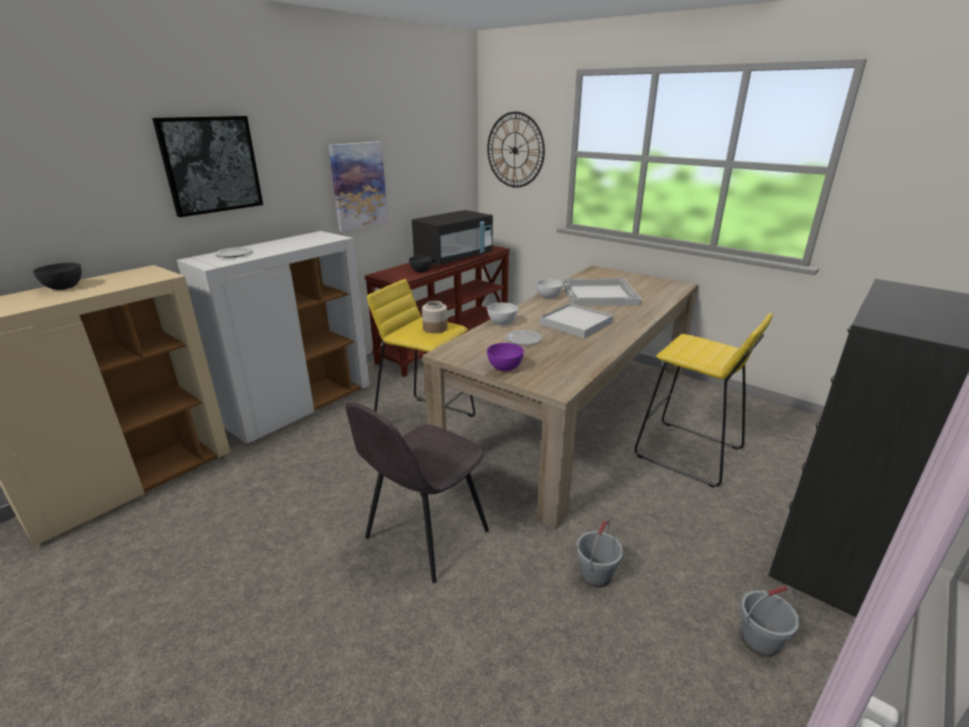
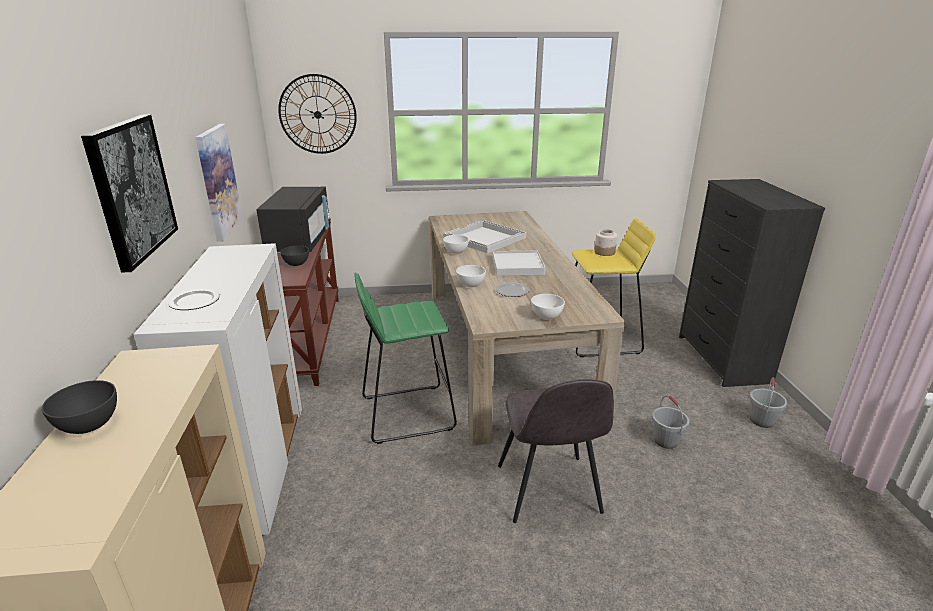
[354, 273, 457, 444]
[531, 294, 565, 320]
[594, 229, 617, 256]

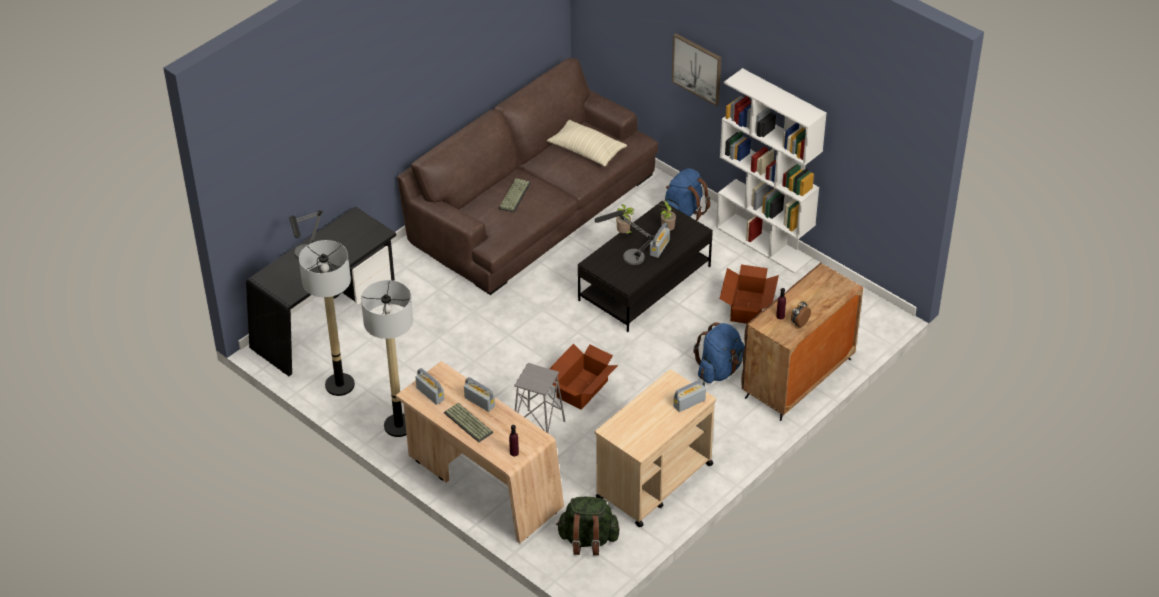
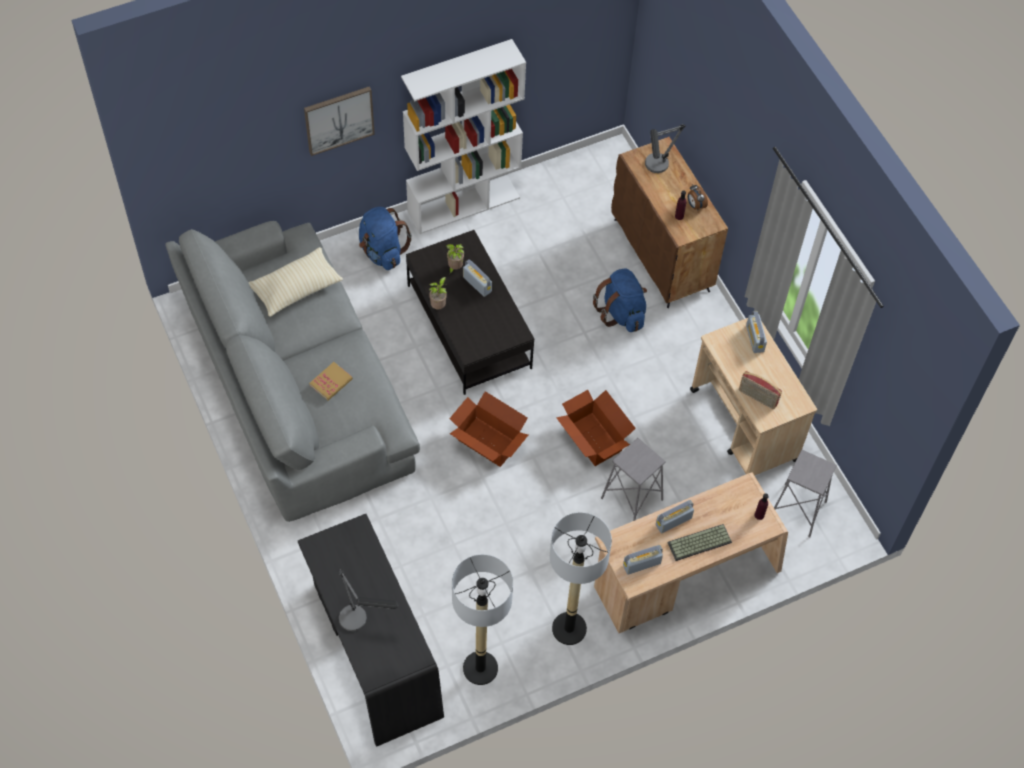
[165, 221, 420, 522]
[309, 362, 353, 401]
[449, 391, 528, 467]
[645, 124, 686, 173]
[739, 371, 782, 409]
[774, 450, 837, 538]

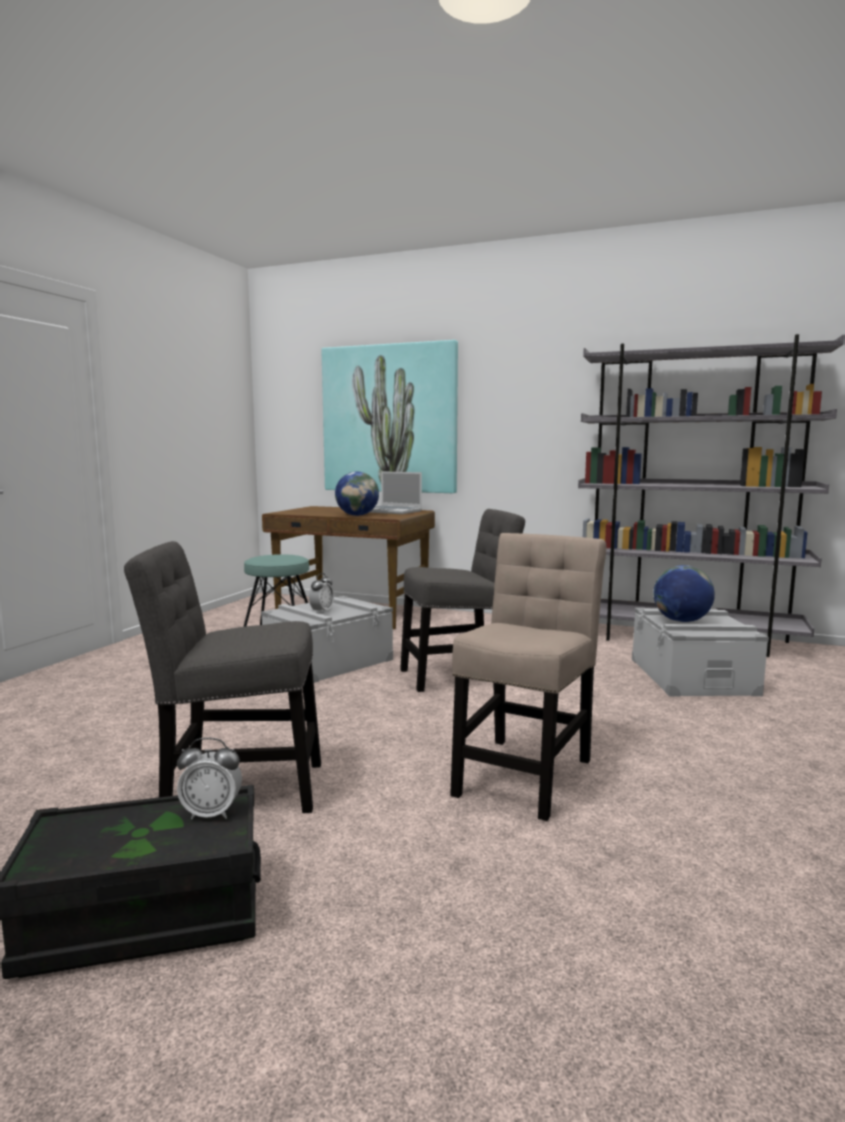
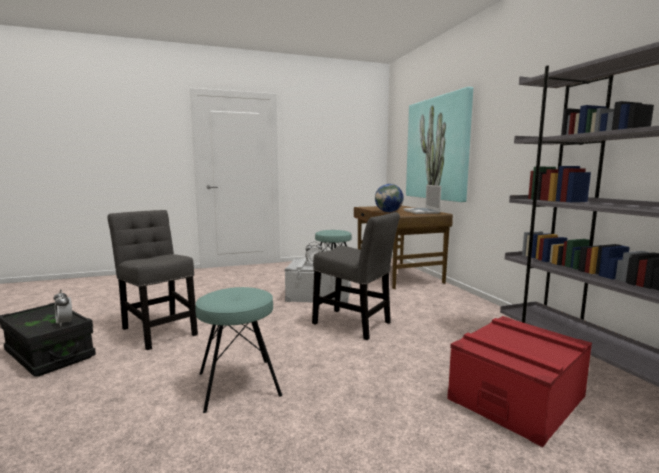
[196, 287, 282, 413]
[447, 316, 592, 447]
[653, 565, 715, 622] (first image)

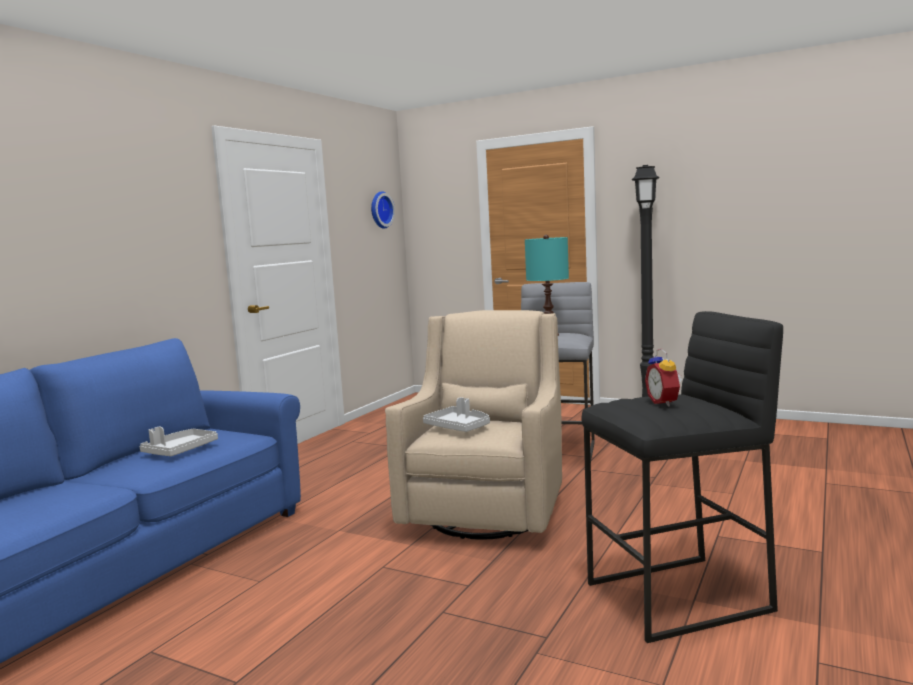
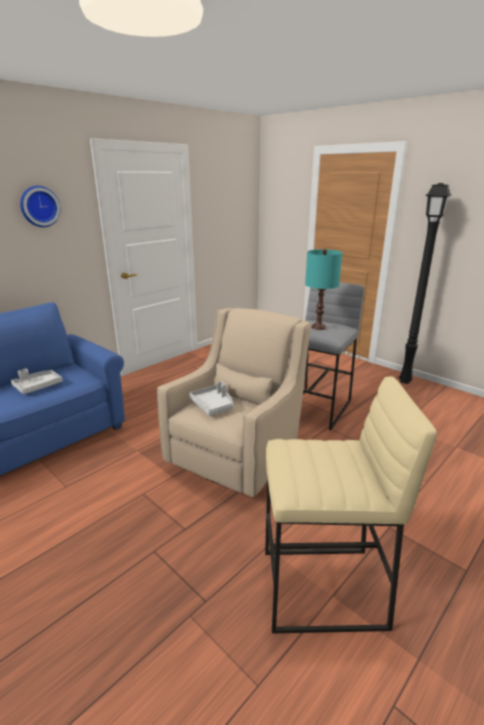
[20, 186, 60, 227]
[265, 377, 437, 633]
[645, 348, 682, 406] (first image)

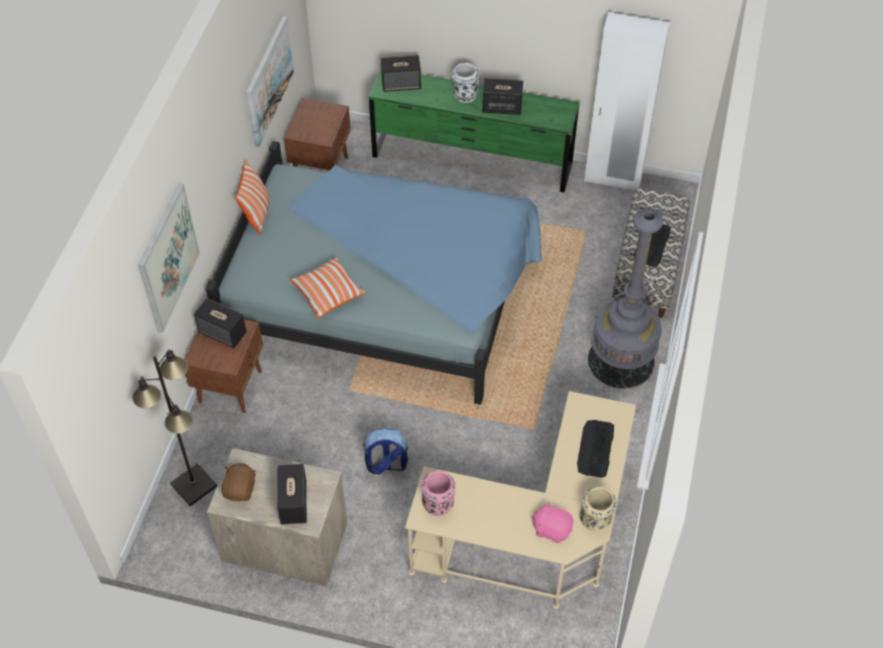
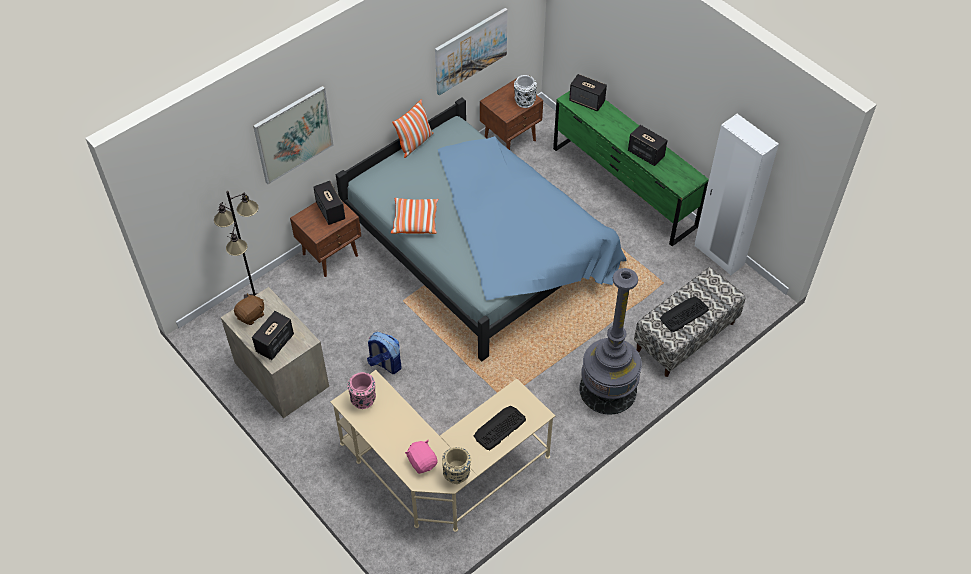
[514, 75, 537, 108]

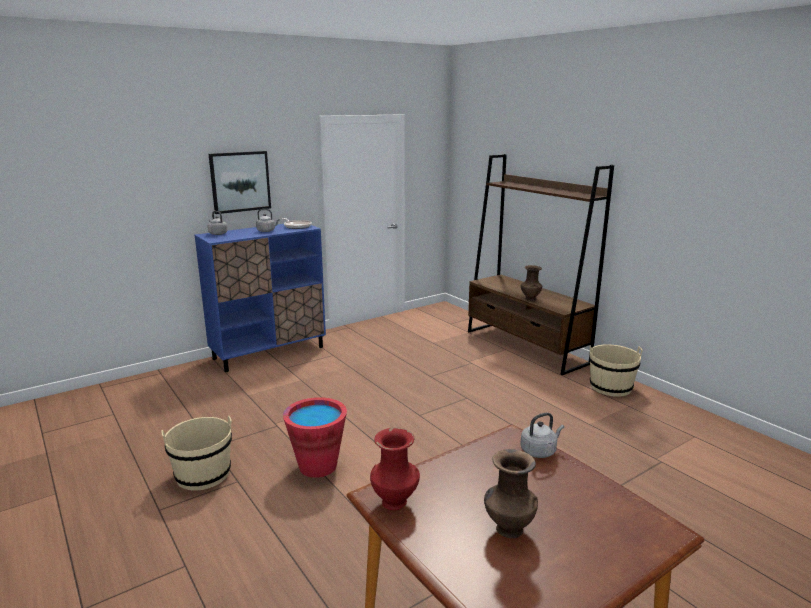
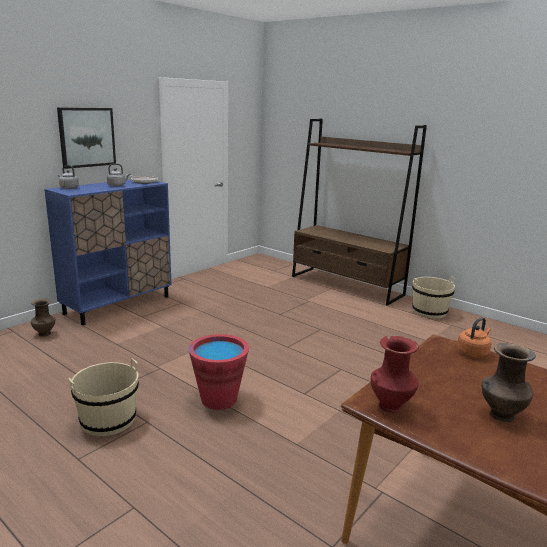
[31, 298, 55, 337]
[457, 317, 491, 357]

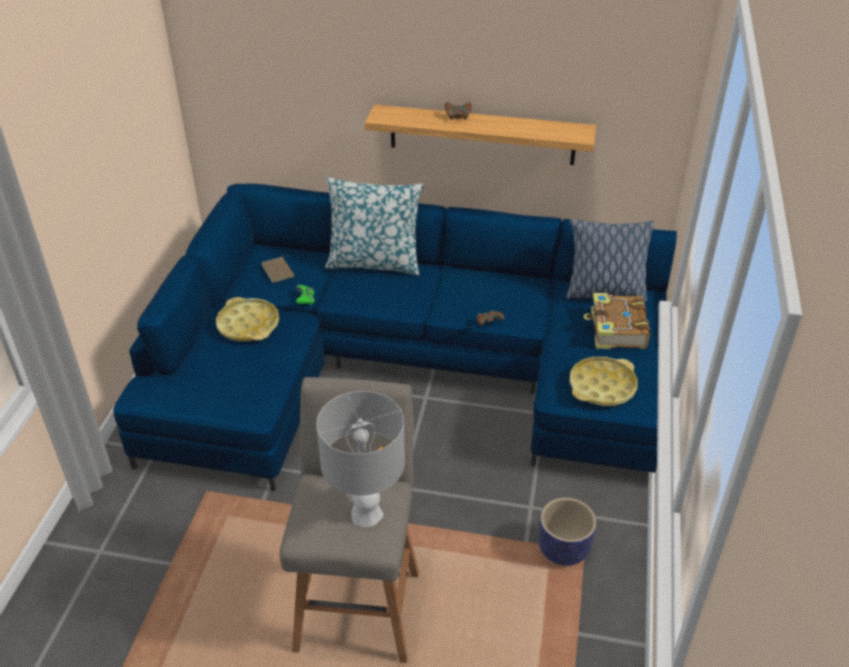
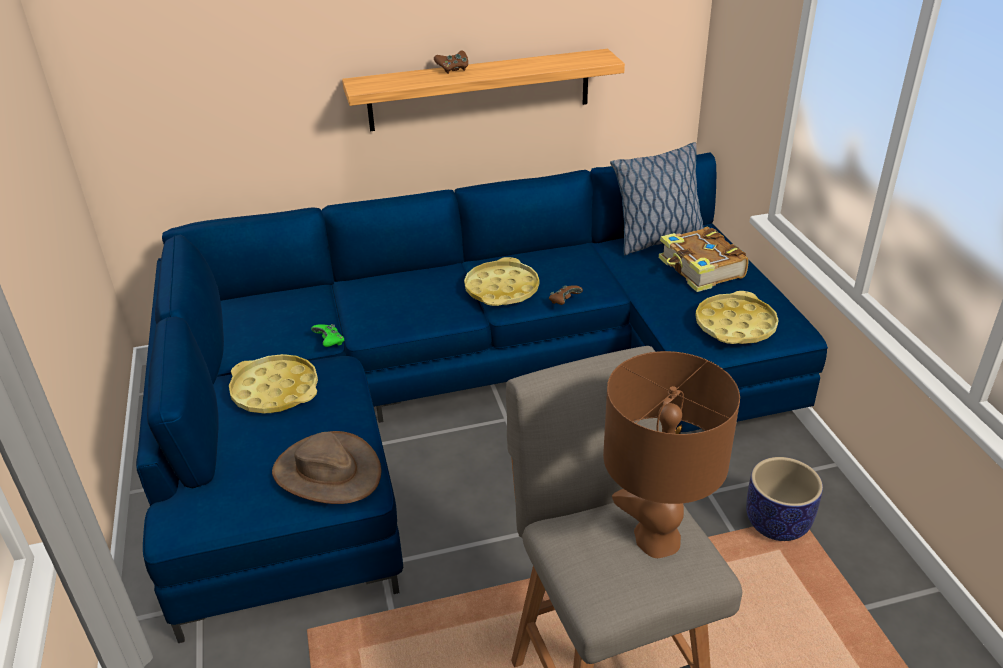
[272, 431, 382, 504]
[464, 257, 539, 306]
[603, 351, 740, 558]
[262, 255, 294, 283] (first image)
[325, 177, 424, 276] (first image)

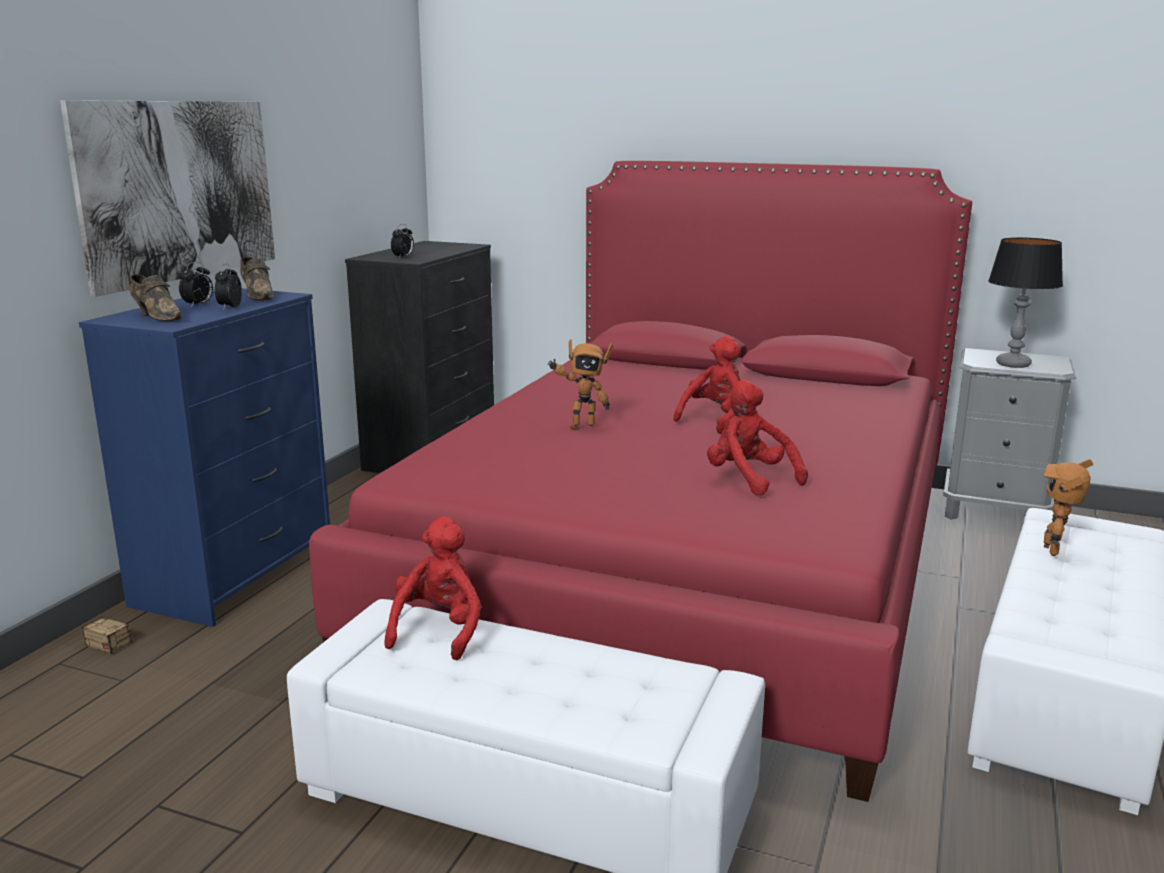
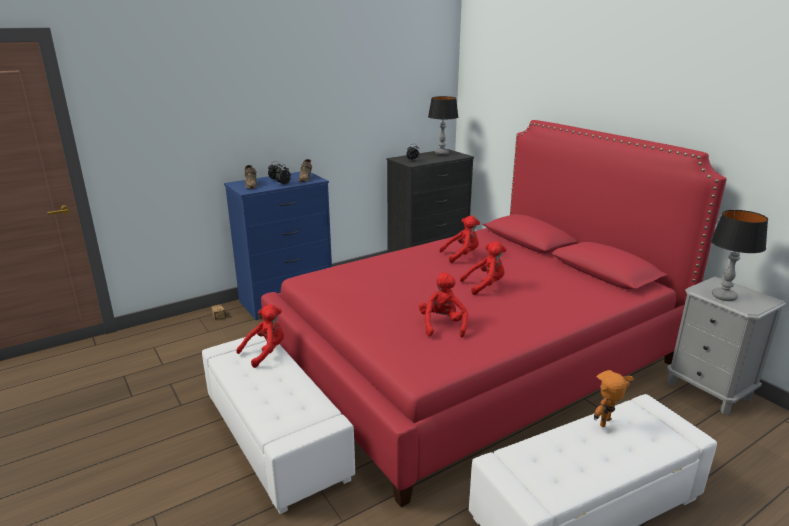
[428, 96, 458, 155]
[440, 216, 480, 263]
[60, 100, 275, 297] (first image)
[547, 339, 613, 429] (first image)

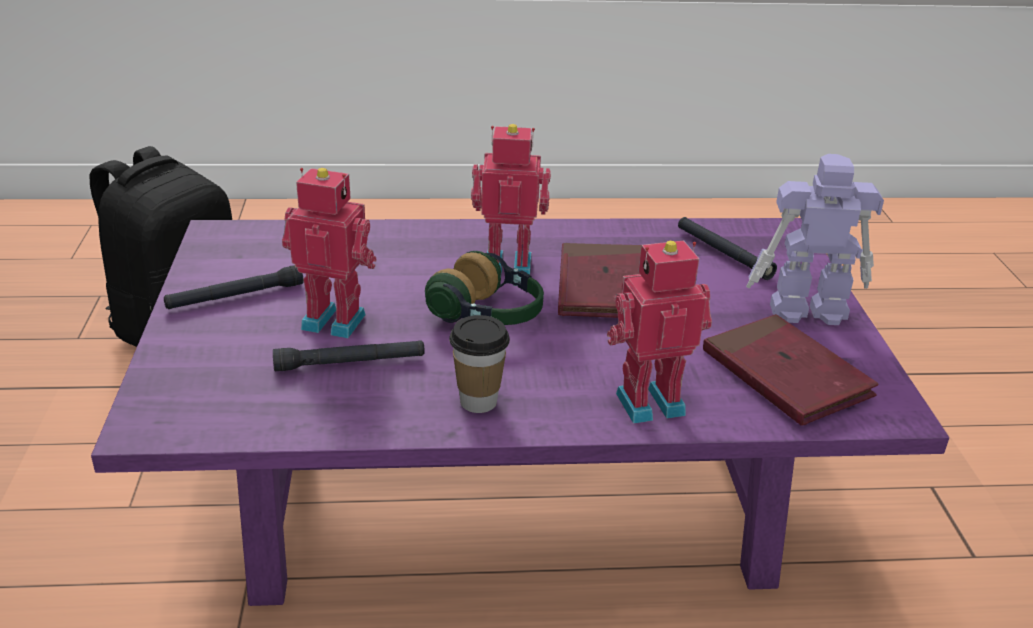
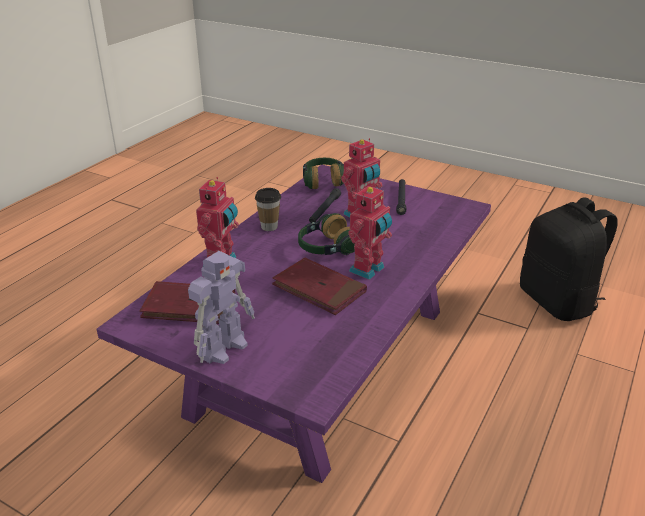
[303, 158, 344, 189]
[678, 217, 777, 280] (first image)

